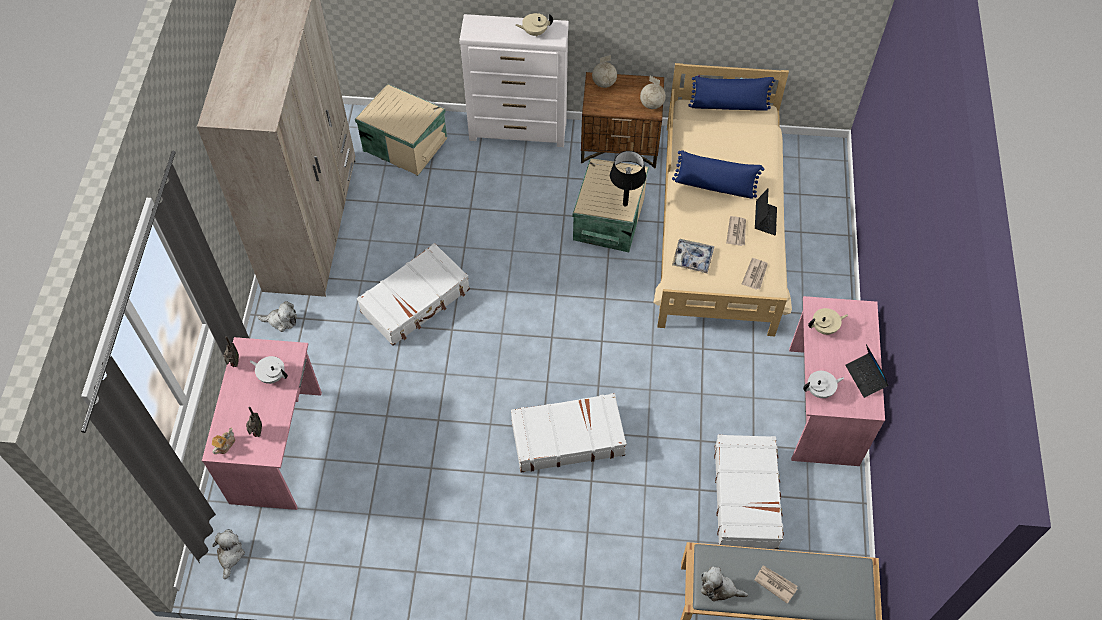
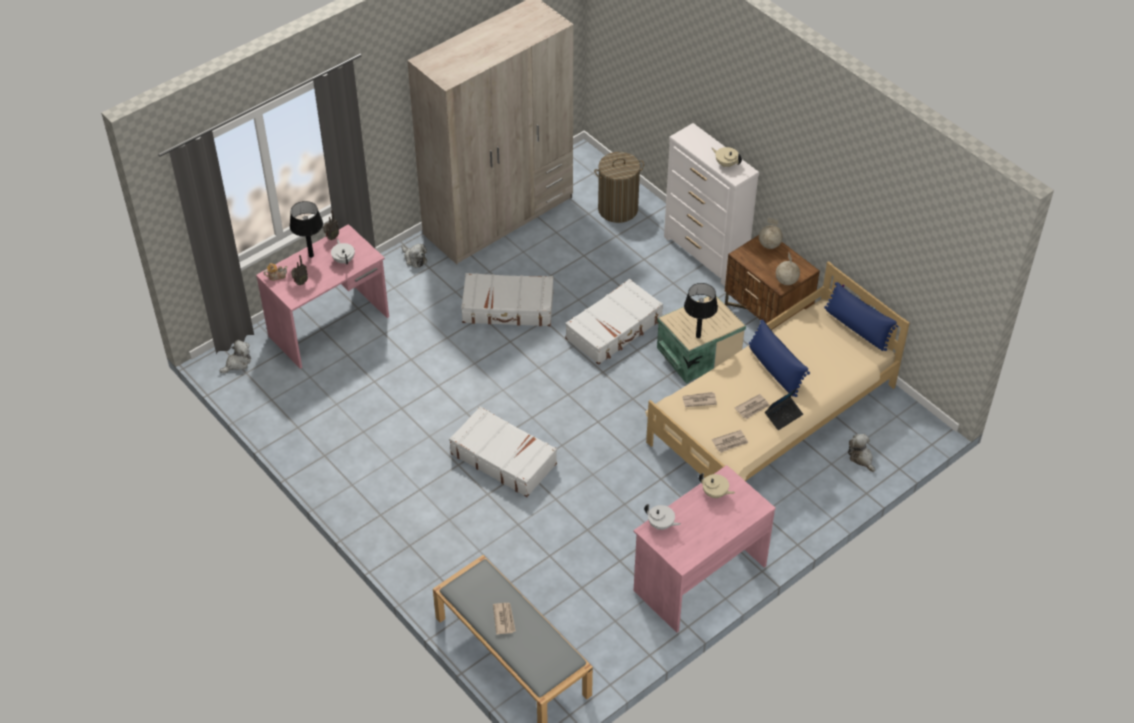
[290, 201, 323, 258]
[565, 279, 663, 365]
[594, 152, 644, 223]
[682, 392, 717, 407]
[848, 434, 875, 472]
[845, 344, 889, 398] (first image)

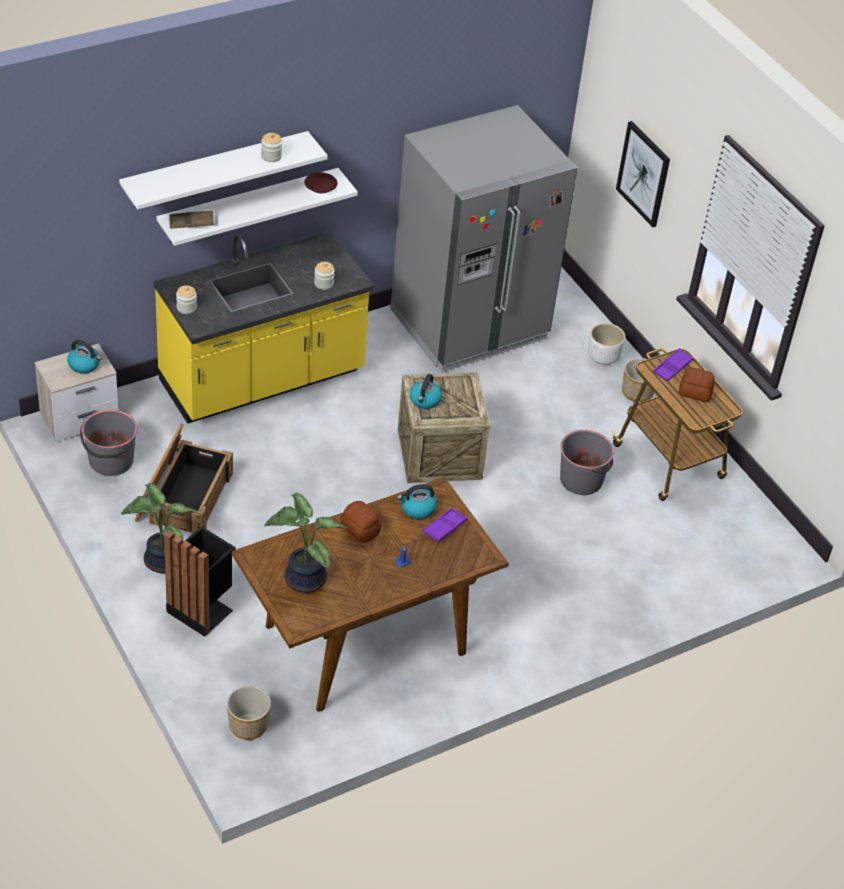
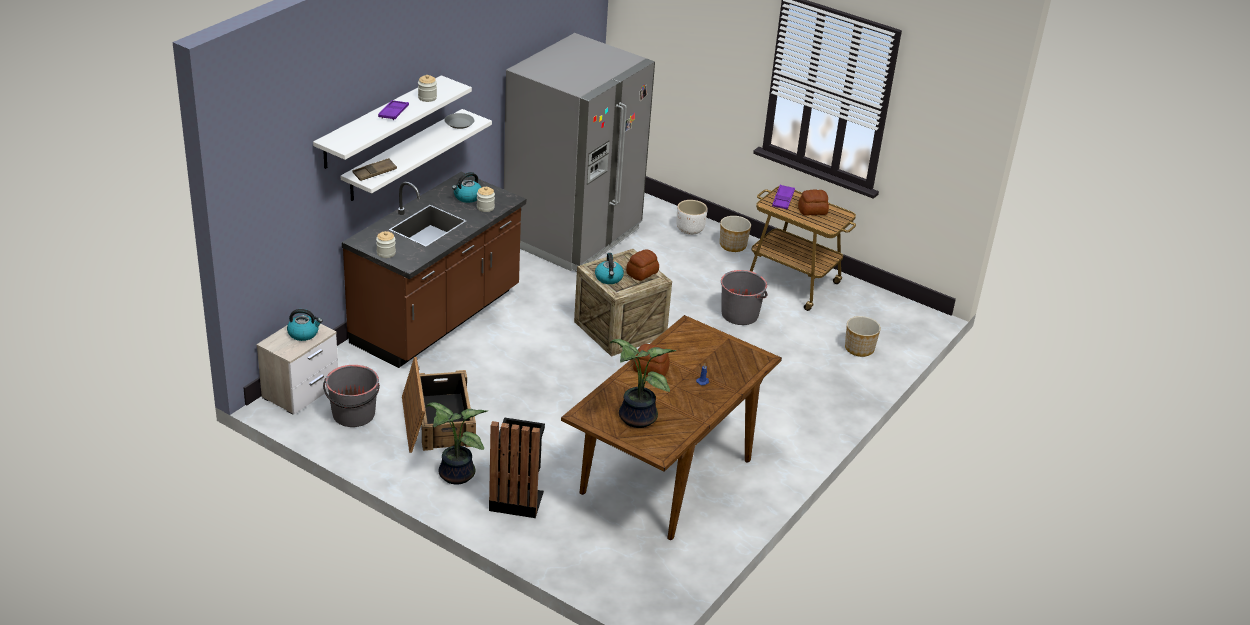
[342, 172, 526, 368]
[378, 100, 409, 120]
[444, 113, 474, 129]
[452, 172, 482, 203]
[626, 250, 659, 281]
[845, 316, 881, 357]
[616, 121, 670, 227] (first image)

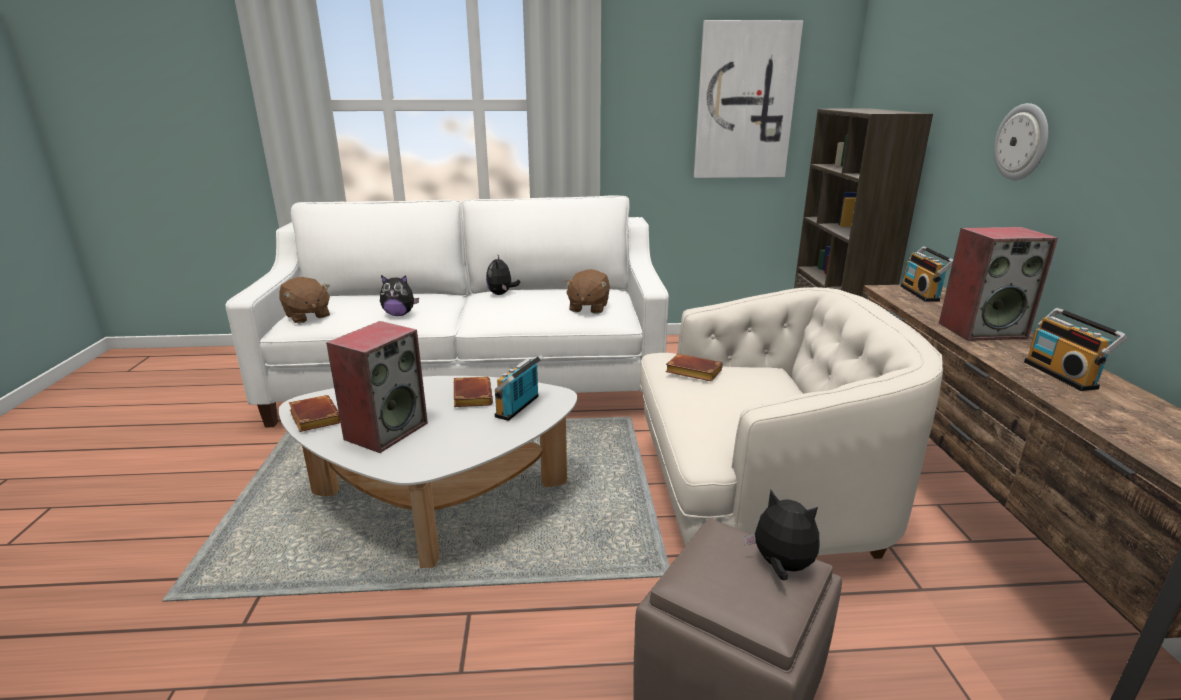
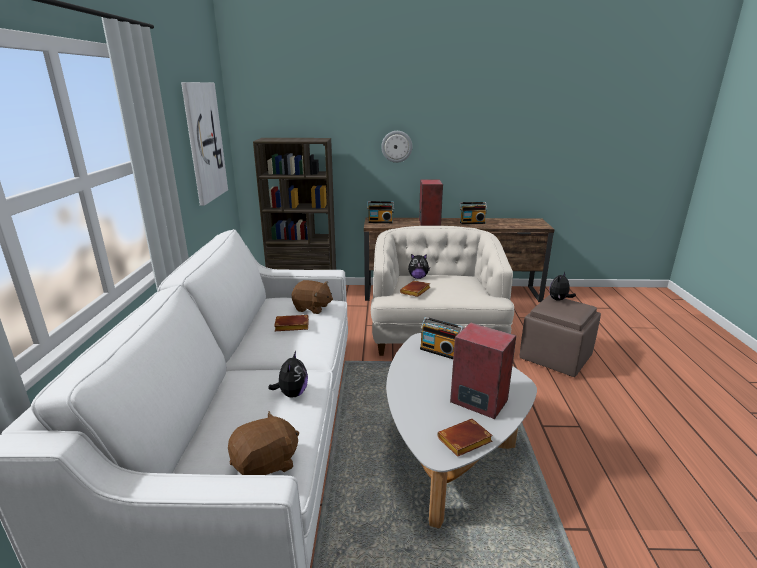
[274, 315, 309, 331]
[408, 254, 430, 279]

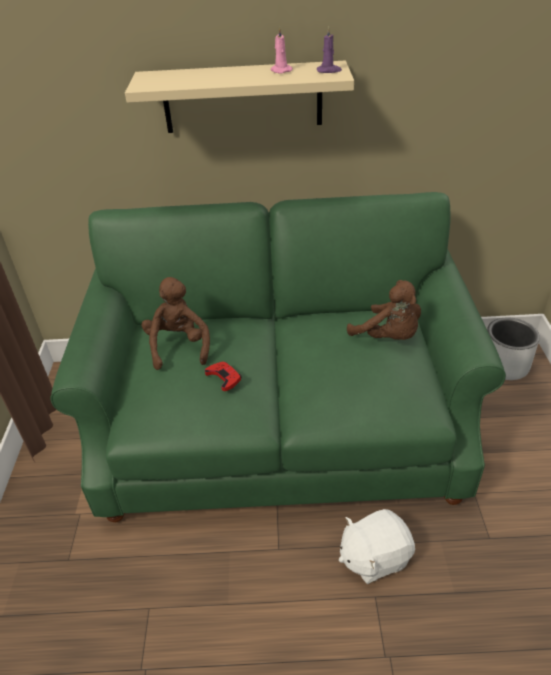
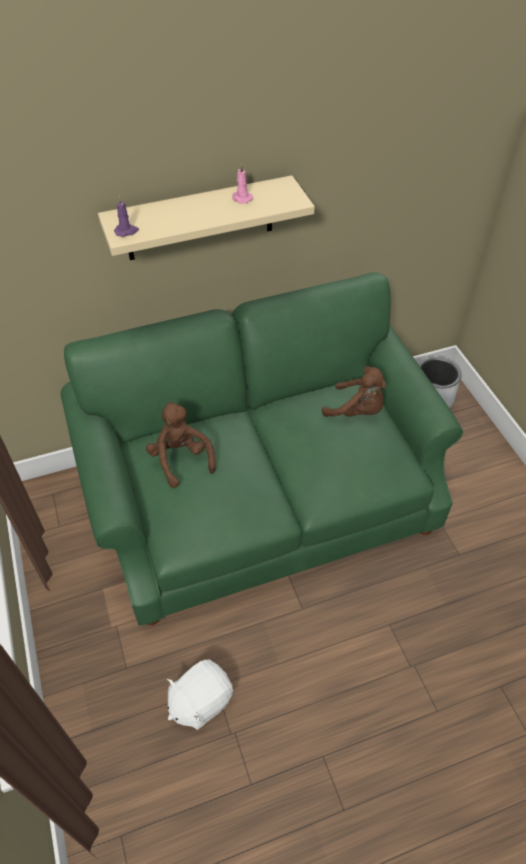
[114, 196, 139, 237]
[167, 660, 233, 730]
[205, 362, 242, 391] (first image)

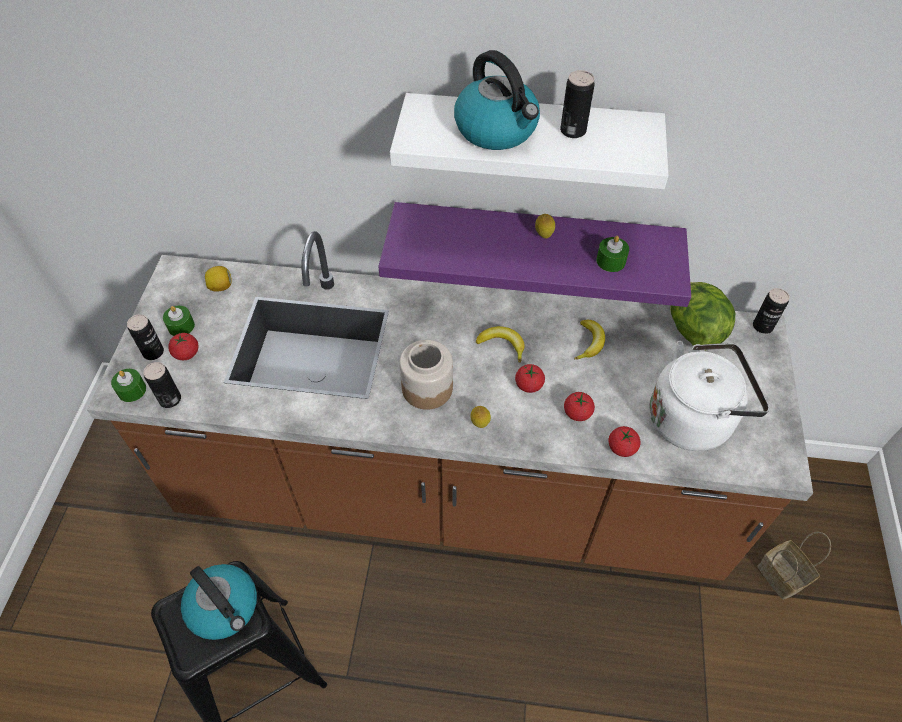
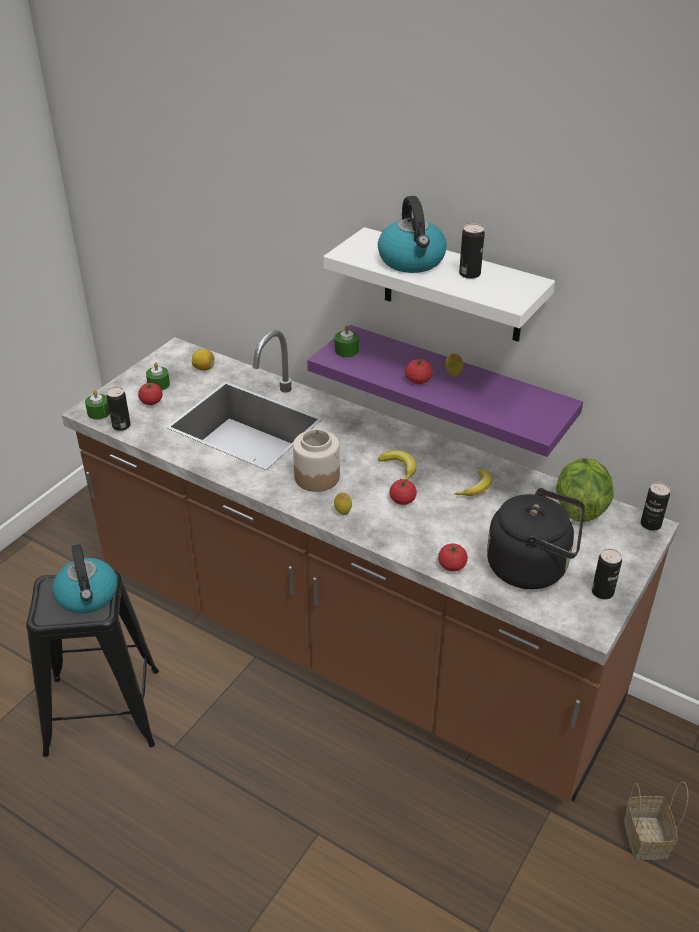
[335, 325, 359, 357]
[405, 359, 433, 384]
[487, 488, 585, 589]
[592, 548, 622, 599]

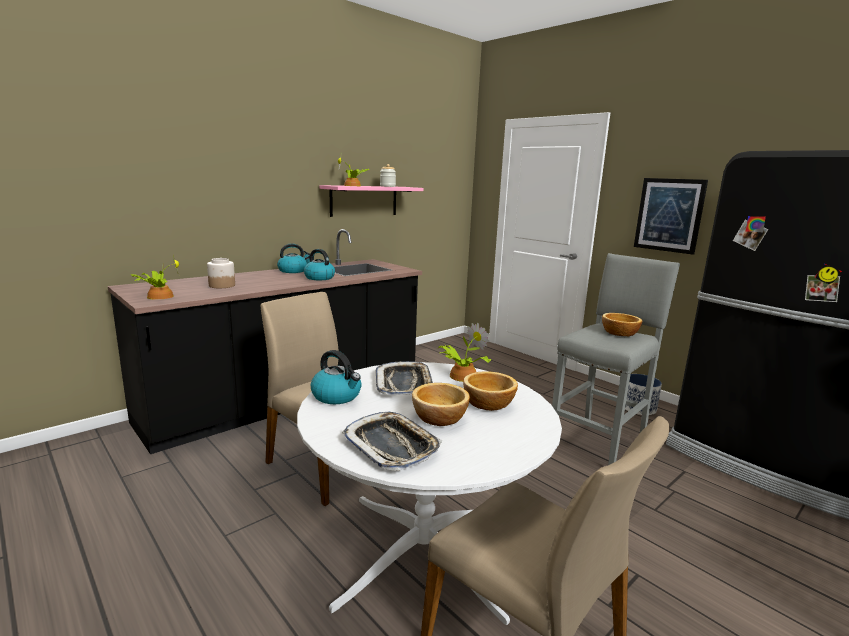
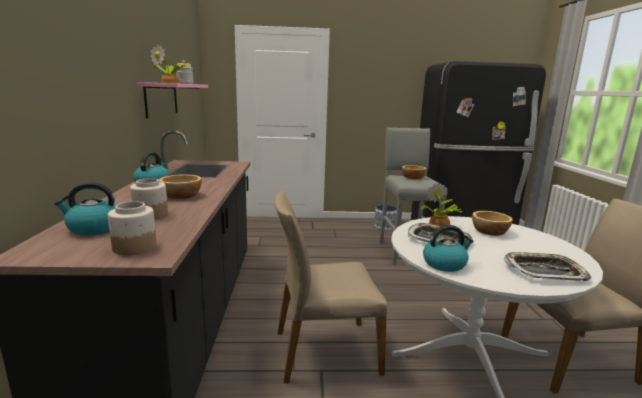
[55, 182, 116, 235]
[108, 201, 157, 255]
[159, 174, 202, 199]
[634, 178, 708, 255] (first image)

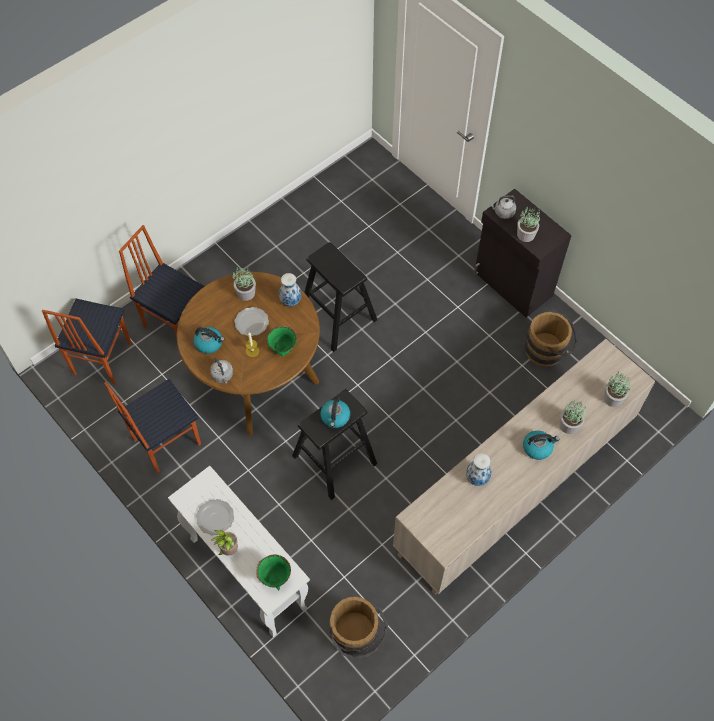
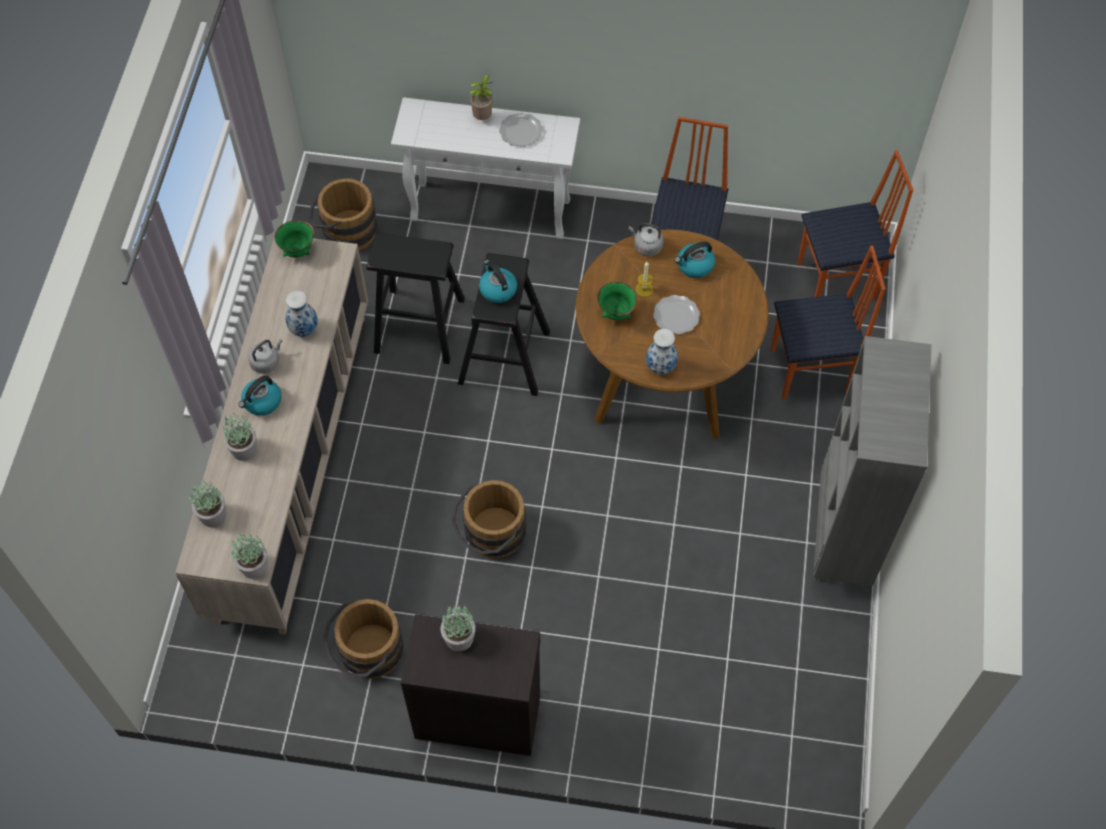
[232, 533, 268, 579]
[248, 339, 282, 374]
[274, 220, 315, 258]
[367, 233, 465, 364]
[451, 480, 526, 558]
[797, 150, 913, 300]
[814, 336, 931, 587]

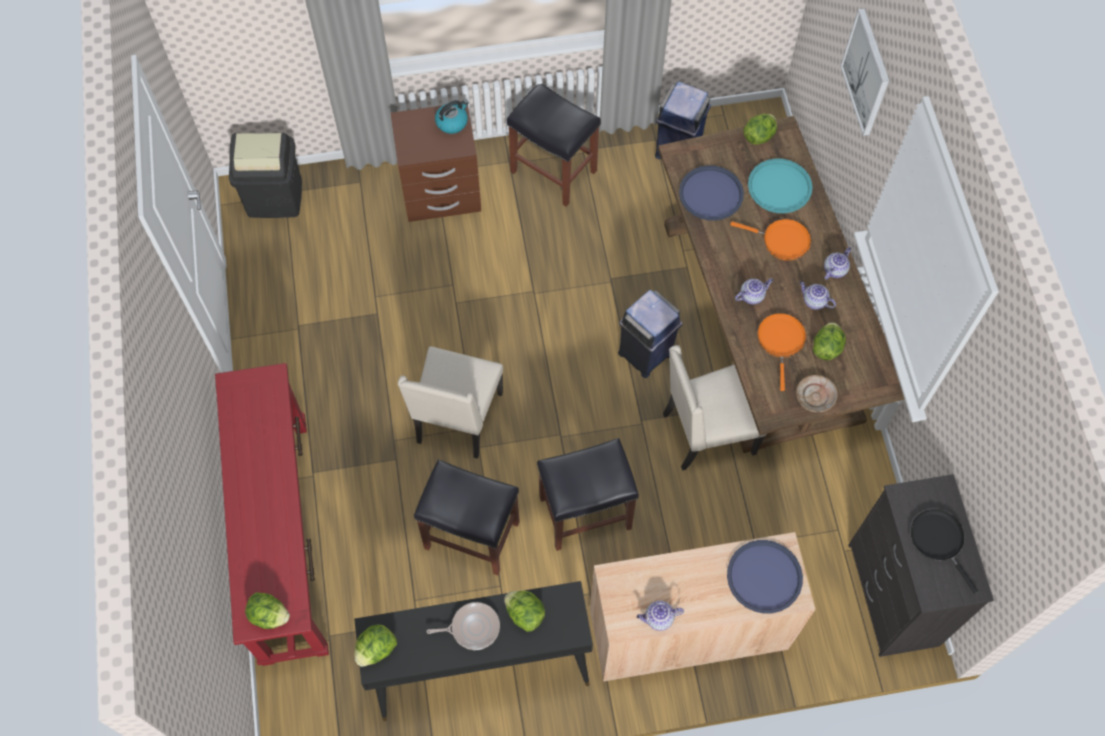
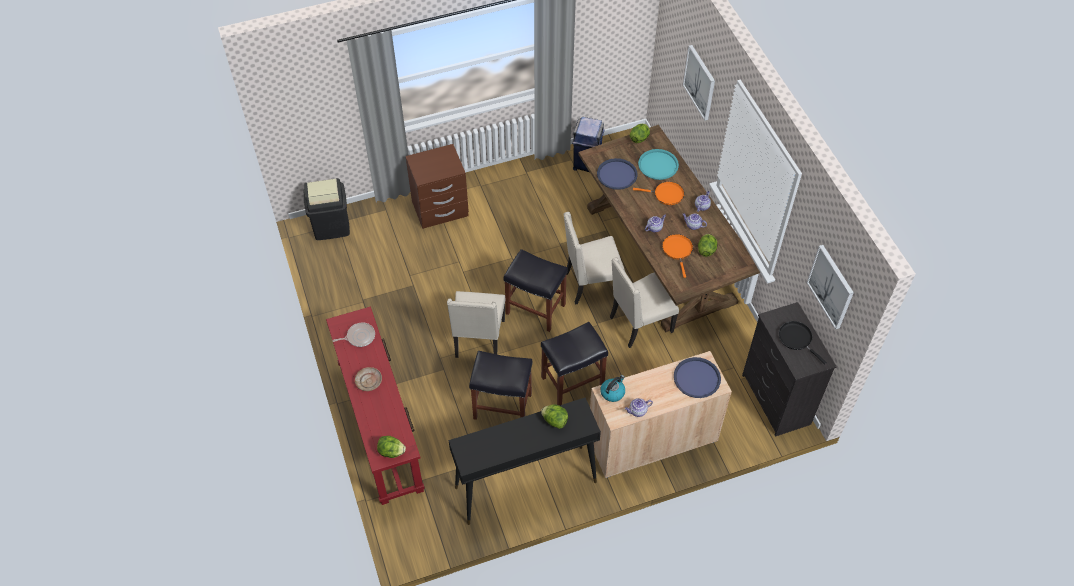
[333, 323, 375, 347]
[355, 367, 382, 391]
[504, 249, 568, 332]
[563, 212, 625, 305]
[600, 375, 625, 402]
[807, 245, 854, 330]
[354, 624, 397, 667] (first image)

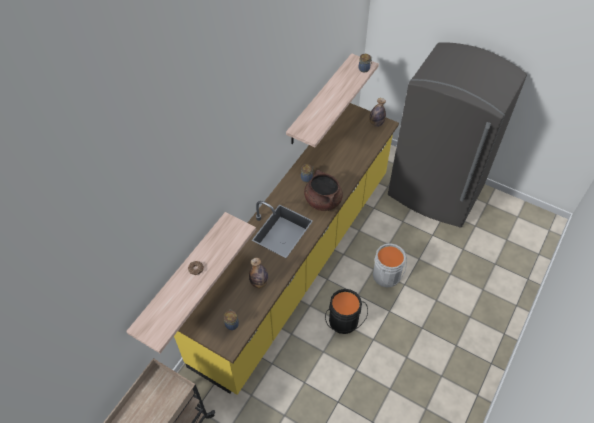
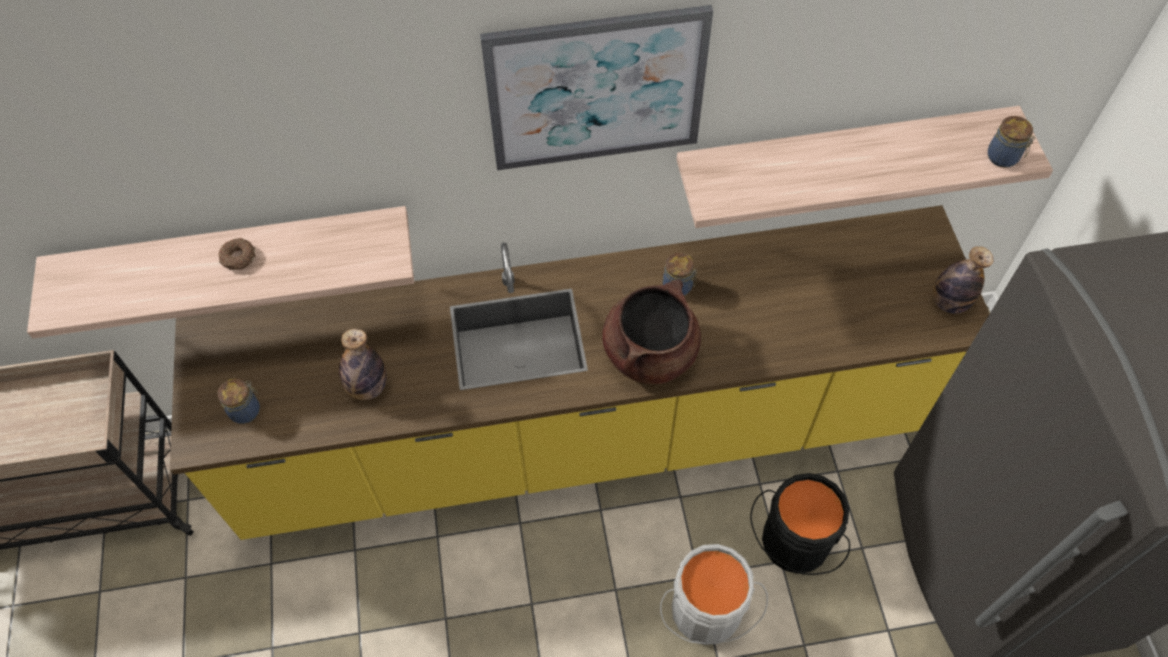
[480, 5, 713, 170]
[750, 473, 850, 575]

